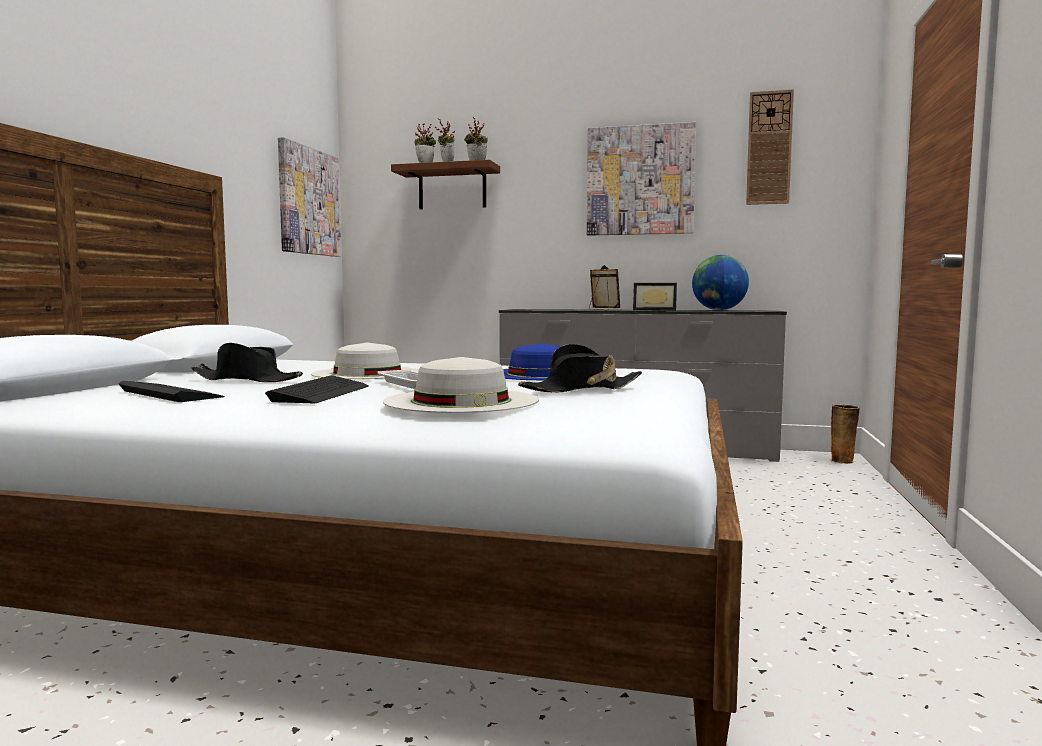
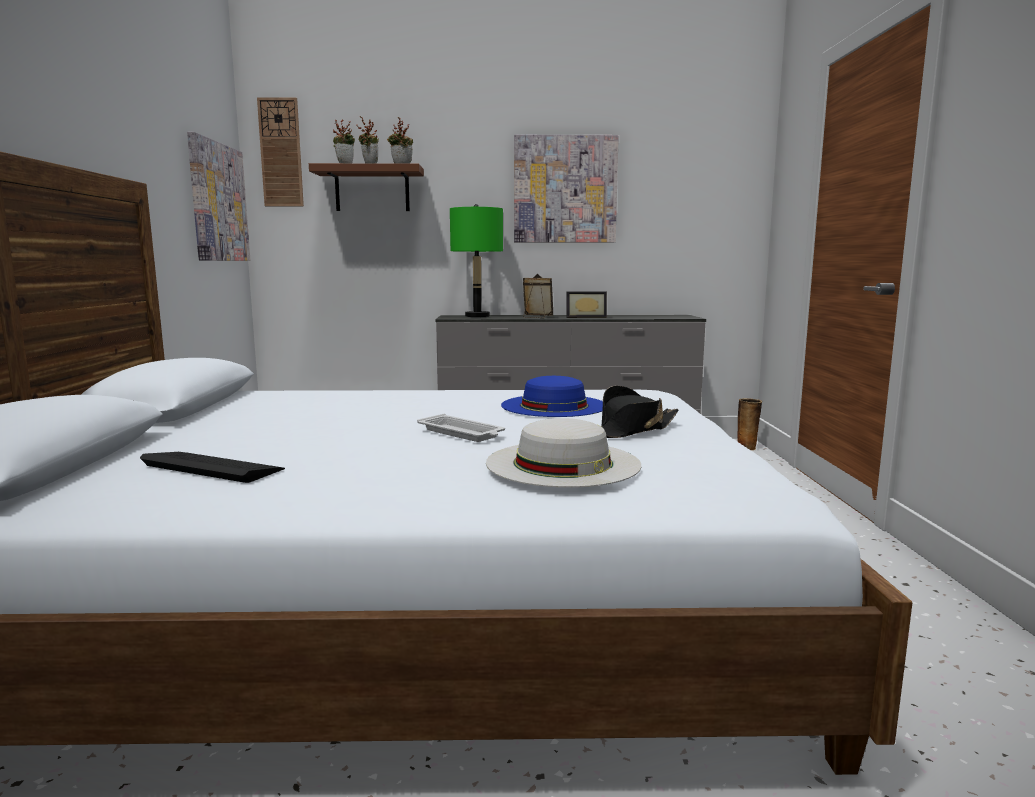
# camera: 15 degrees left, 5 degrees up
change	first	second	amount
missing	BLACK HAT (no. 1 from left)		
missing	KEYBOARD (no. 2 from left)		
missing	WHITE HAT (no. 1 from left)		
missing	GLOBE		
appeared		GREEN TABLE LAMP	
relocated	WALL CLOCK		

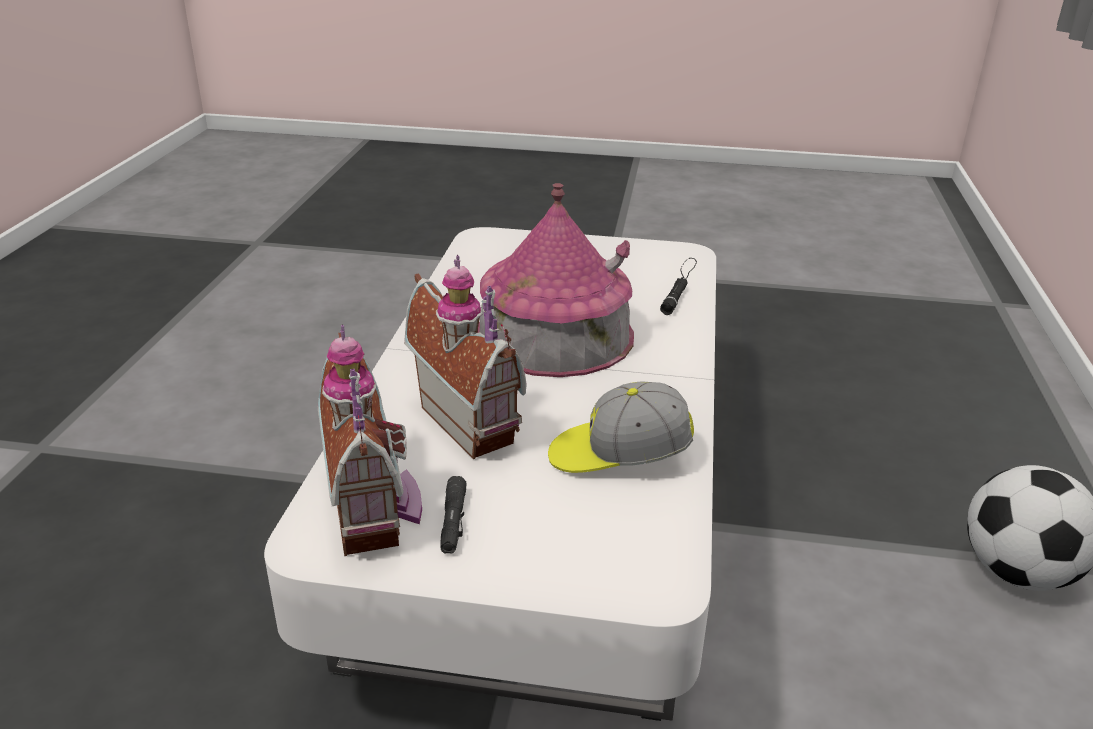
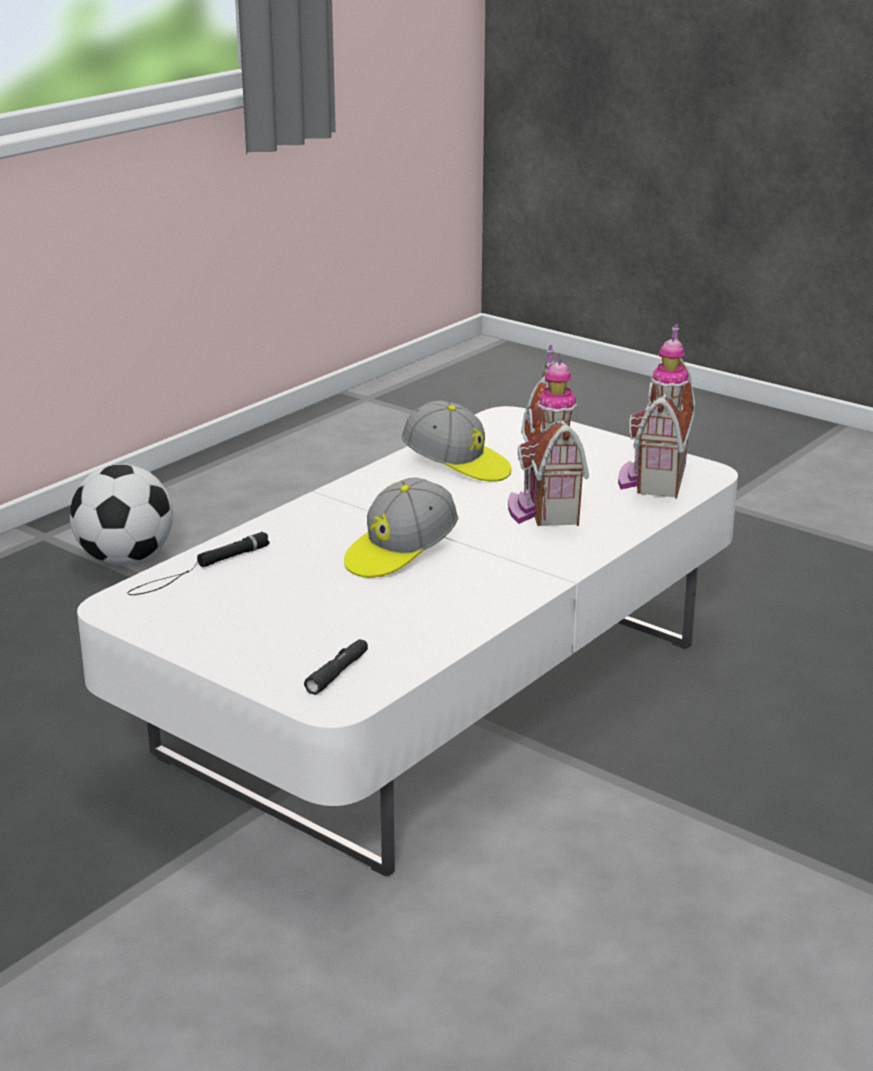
# camera: 150 degrees left, 5 degrees down
change	first	second	amount
relocated	BLACK FLASHLIGHT (no. 1 from left in the first image)	BLACK FLASHLIGHT (no. 2 from left)	
exchanged	TOY HOUSE (no. 3 from left)	CAP (no. 1 from left)	

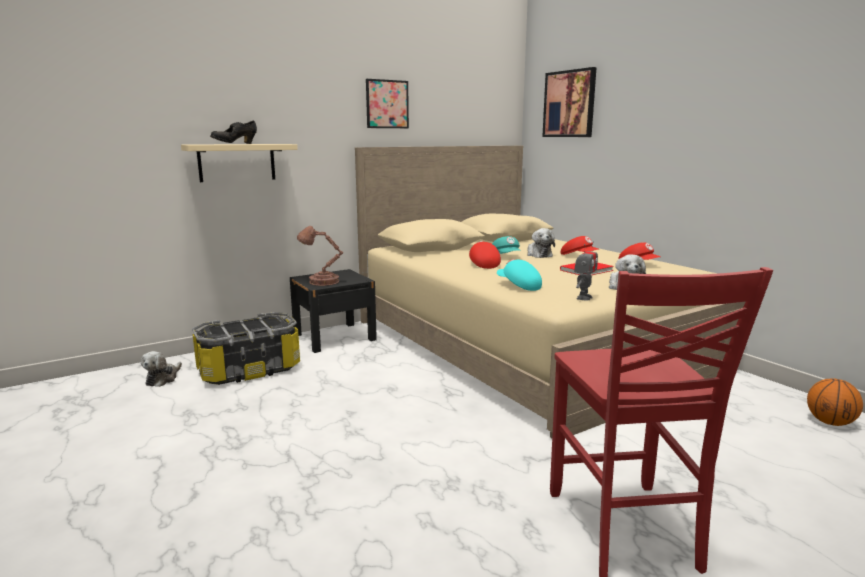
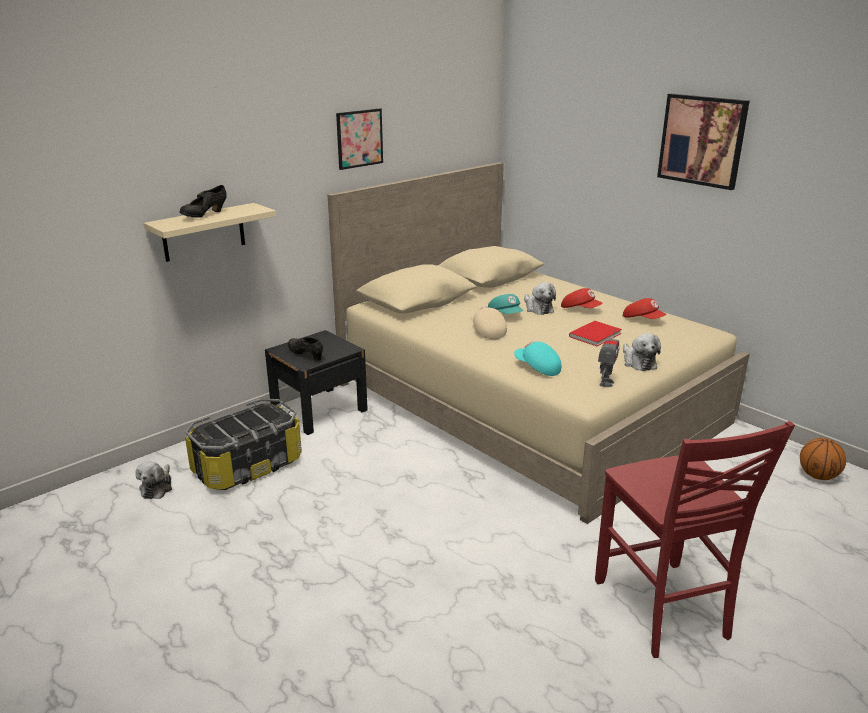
# camera: 10 degrees left, 10 degrees up
change	first	second	amount
relocated	PICTURE (no. 2 from left)		
exchanged	BROWN TABLE LAMP	BLACK SHOE (no. 2 from left)	
colour	RED CAP (no. 1 from left)	BEIGE CAP	

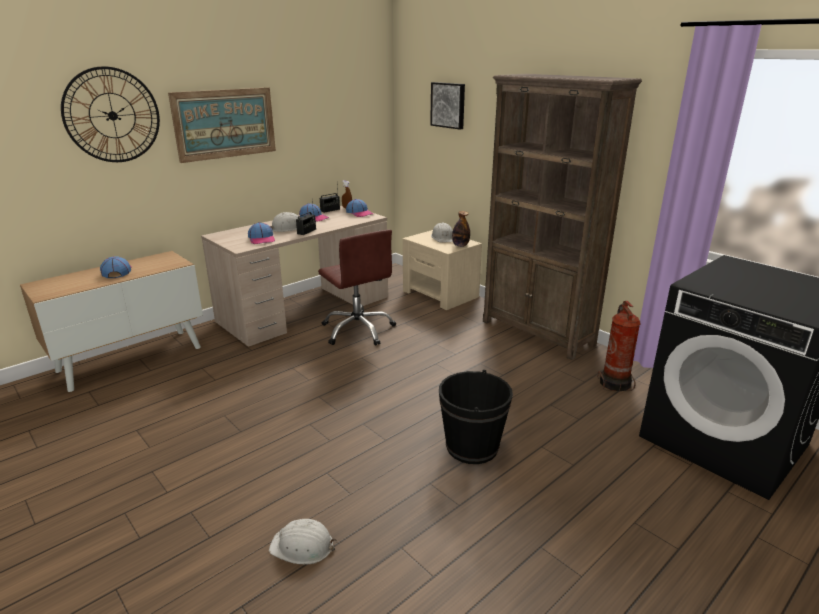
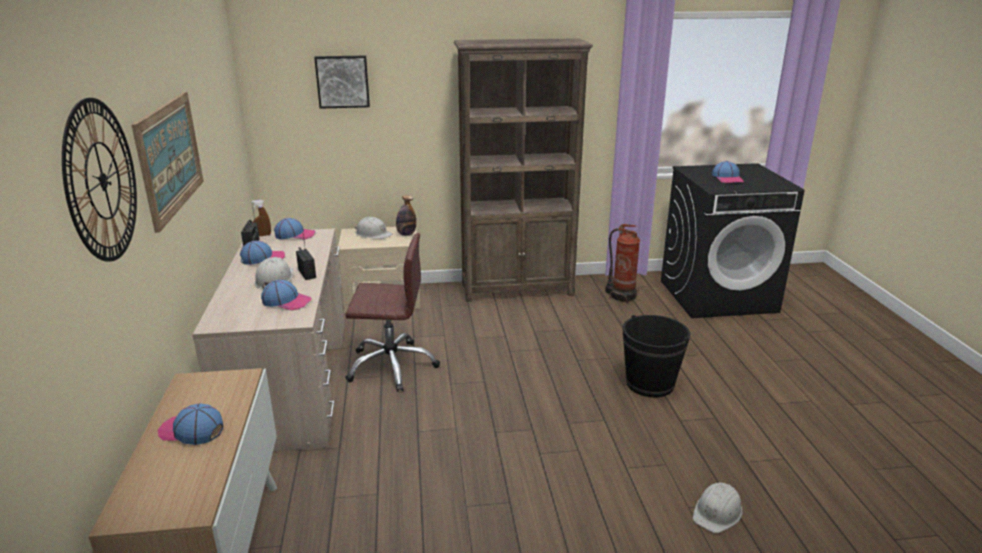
# camera: 55 degrees left, 0 degrees up
change	first	second	amount
appeared		CAP (no. 5 from left)	

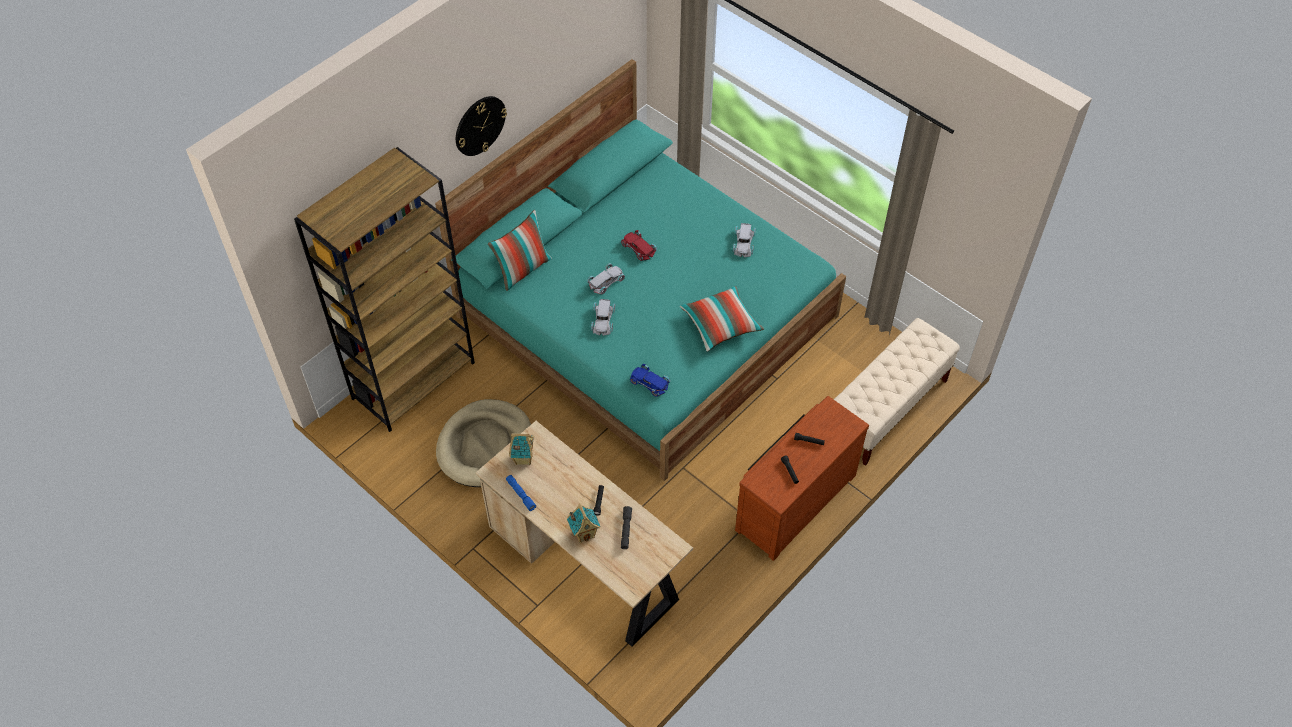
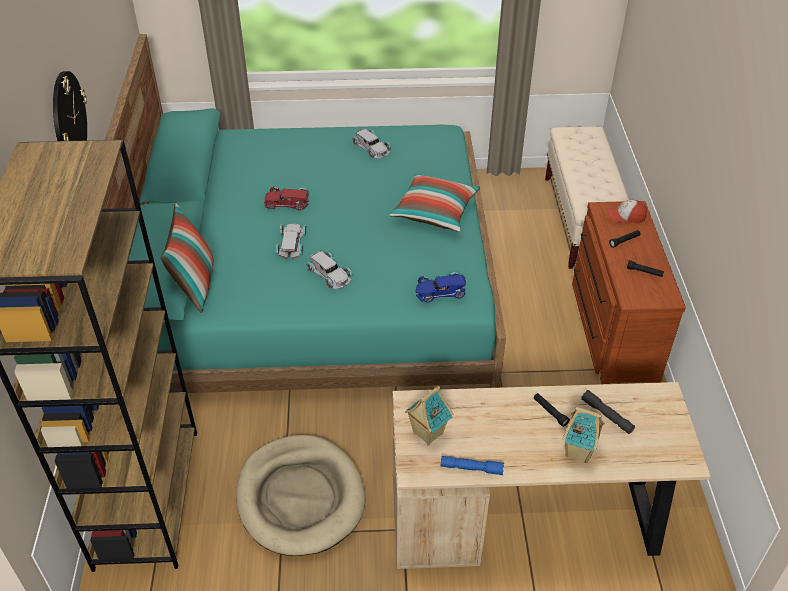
# camera: 45 degrees left, 10 degrees down
change	first	second	amount
appeared		CAP	

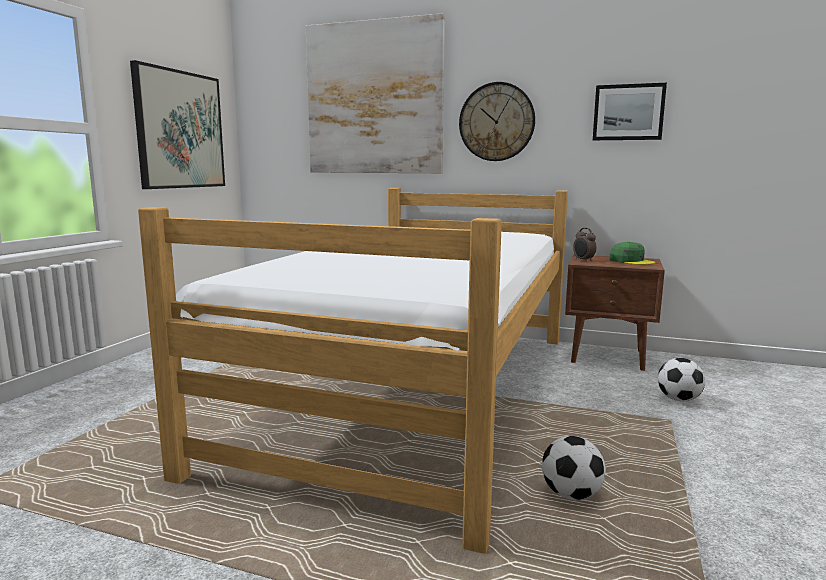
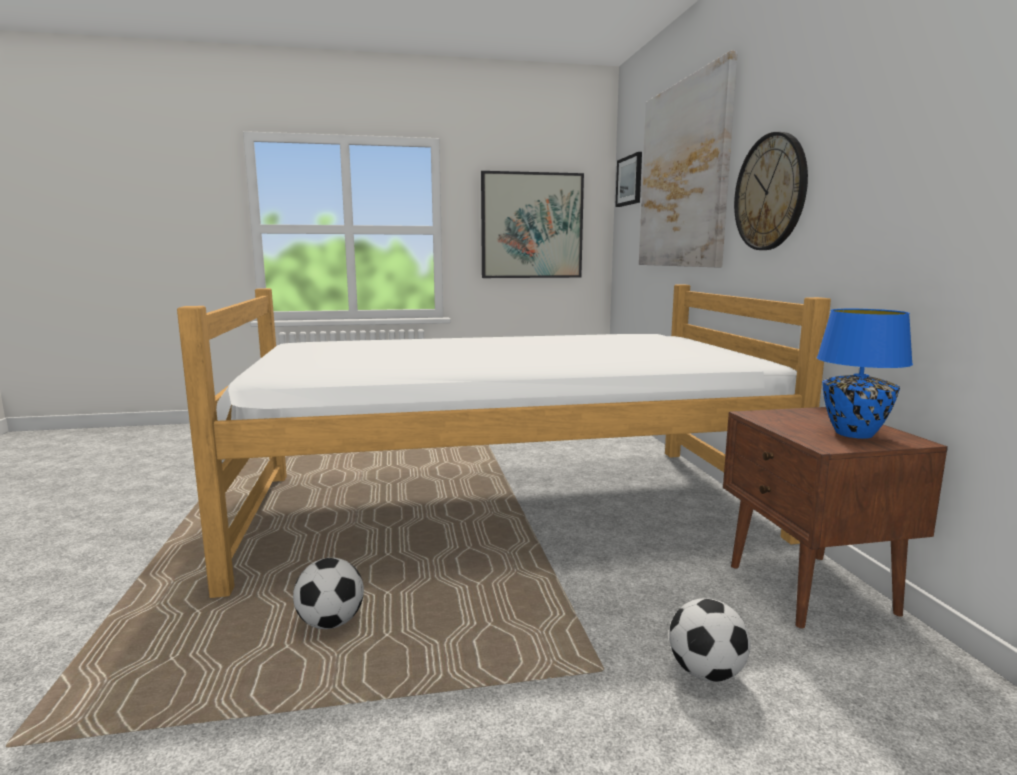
# camera: 60 degrees right, 0 degrees up
change	first	second	amount
missing	ALARM CLOCK		
relocated	PICTURE (no. 3 from left in the first image)	PICTURE (no. 2 from left)	
exchanged	GREEN CAP	BLUE TABLE LAMP	

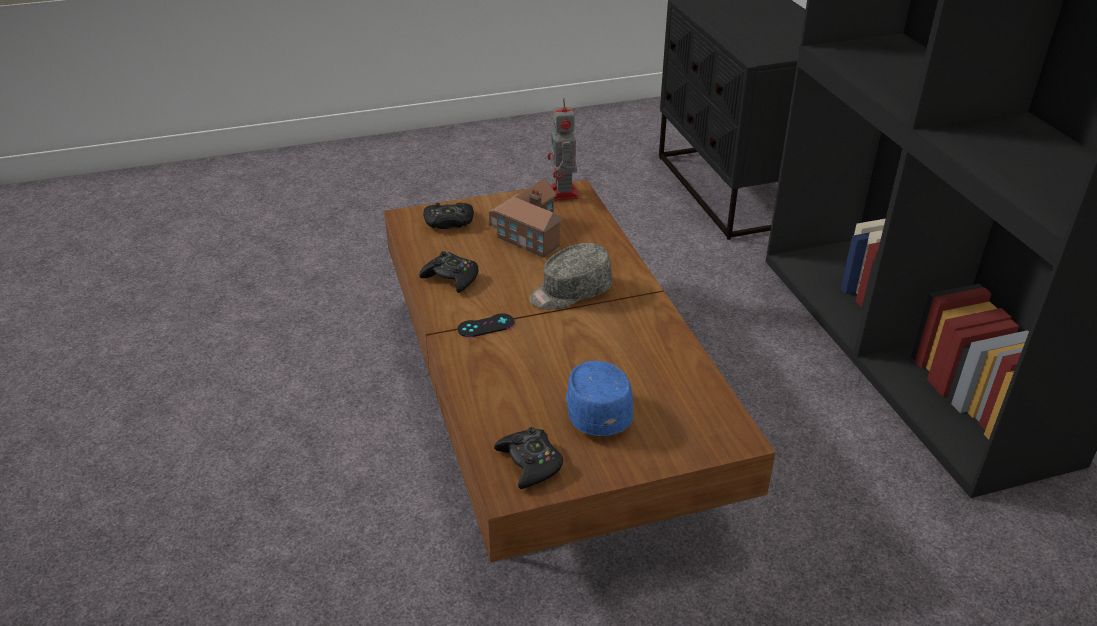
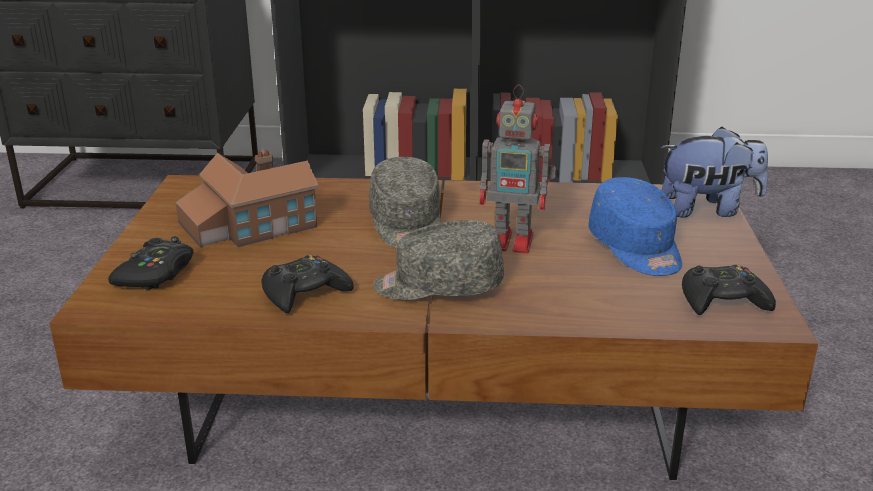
# camera: 70 degrees left, 10 degrees down
change	first	second	amount
appeared		PLUSH TOY	
relocated	TOY ROBOT		
exchanged	BLACK GAME CONTROLLER (no. 3 from left)	GREY CAP (no. 2 from left)	
spun	BLUE CAP		120 degrees counterclockwise

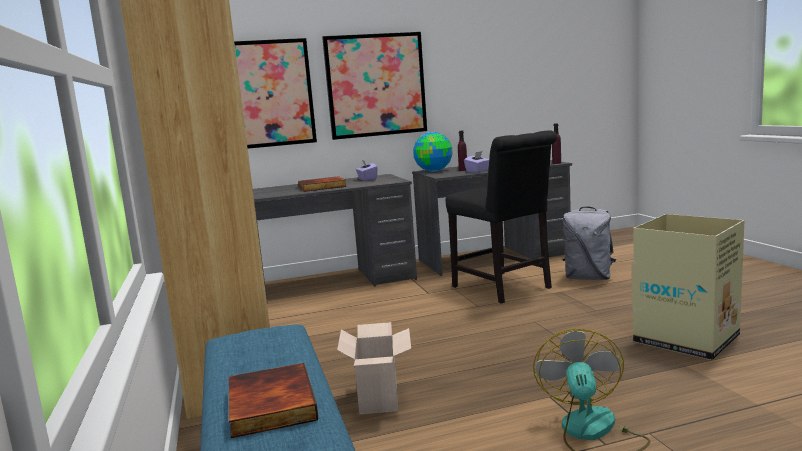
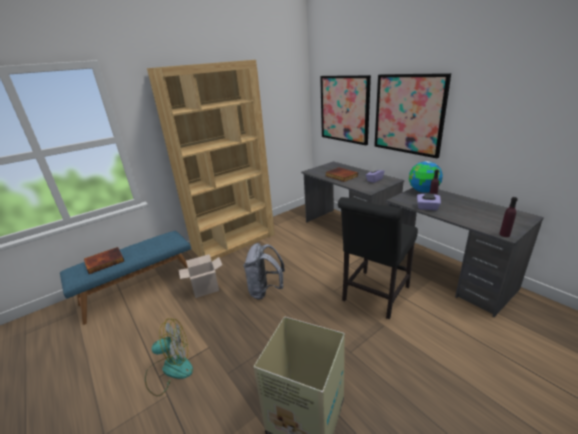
# camera: 70 degrees right, 15 degrees up
change	first	second	amount
relocated	GREY BACKPACK		

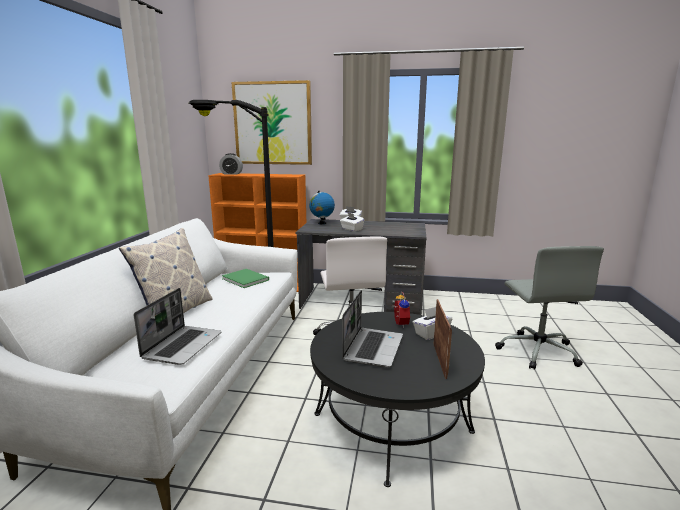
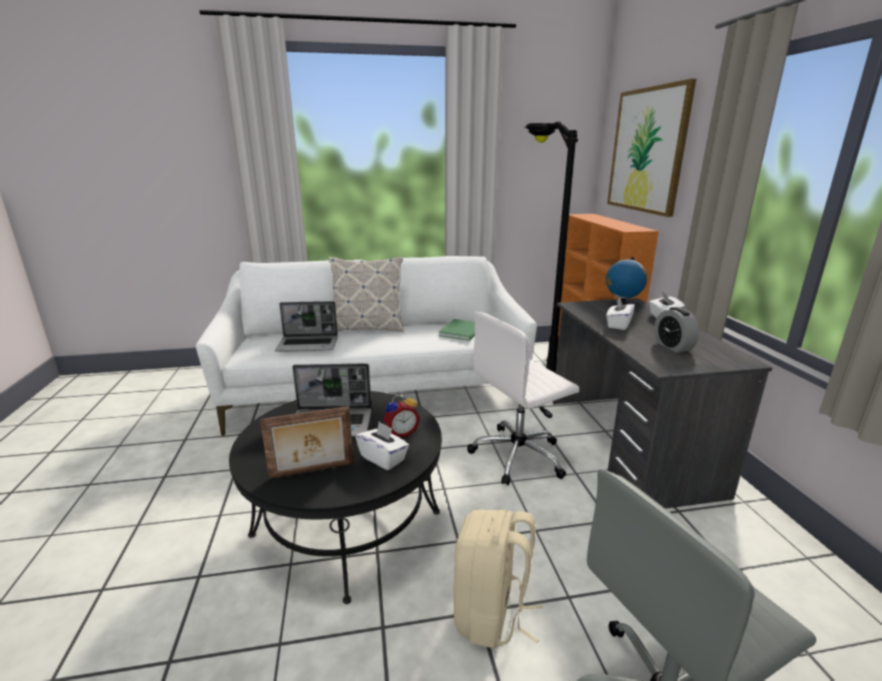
# camera: 70 degrees right, 5 degrees up
change	first	second	amount
appeared		BEIGE BACKPACK	
relocated	ALARM CLOCK (no. 1 from left in the first image)	ALARM CLOCK (no. 2 from left)	

